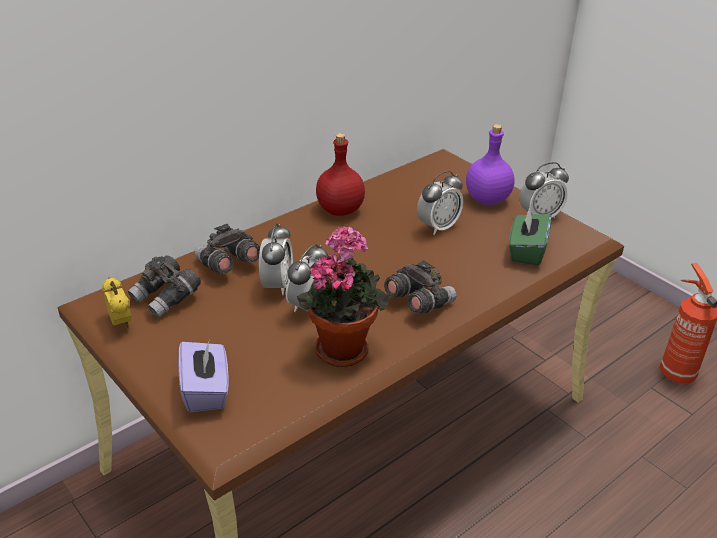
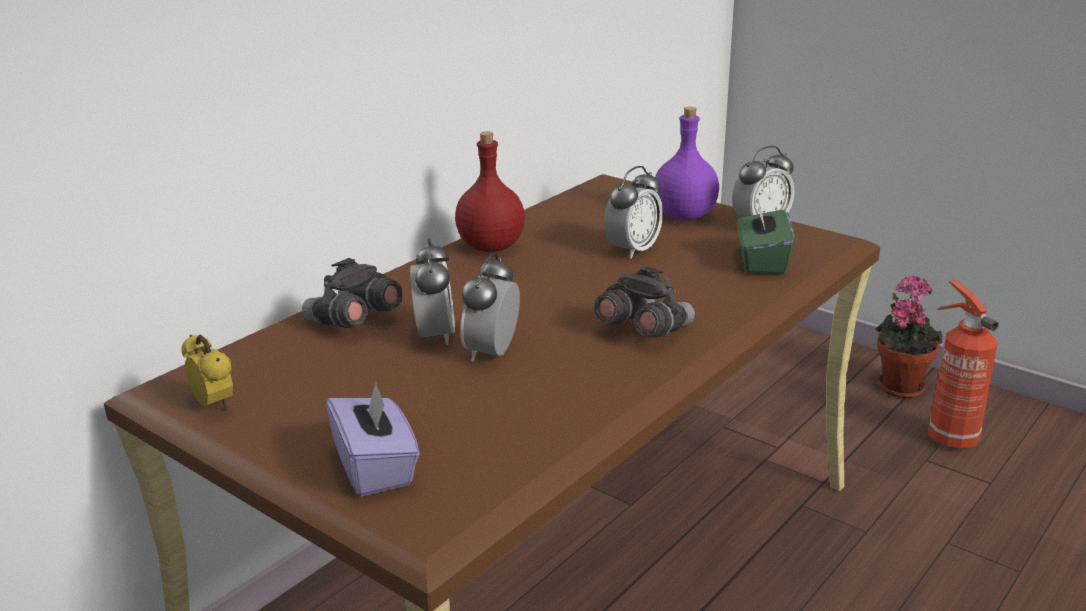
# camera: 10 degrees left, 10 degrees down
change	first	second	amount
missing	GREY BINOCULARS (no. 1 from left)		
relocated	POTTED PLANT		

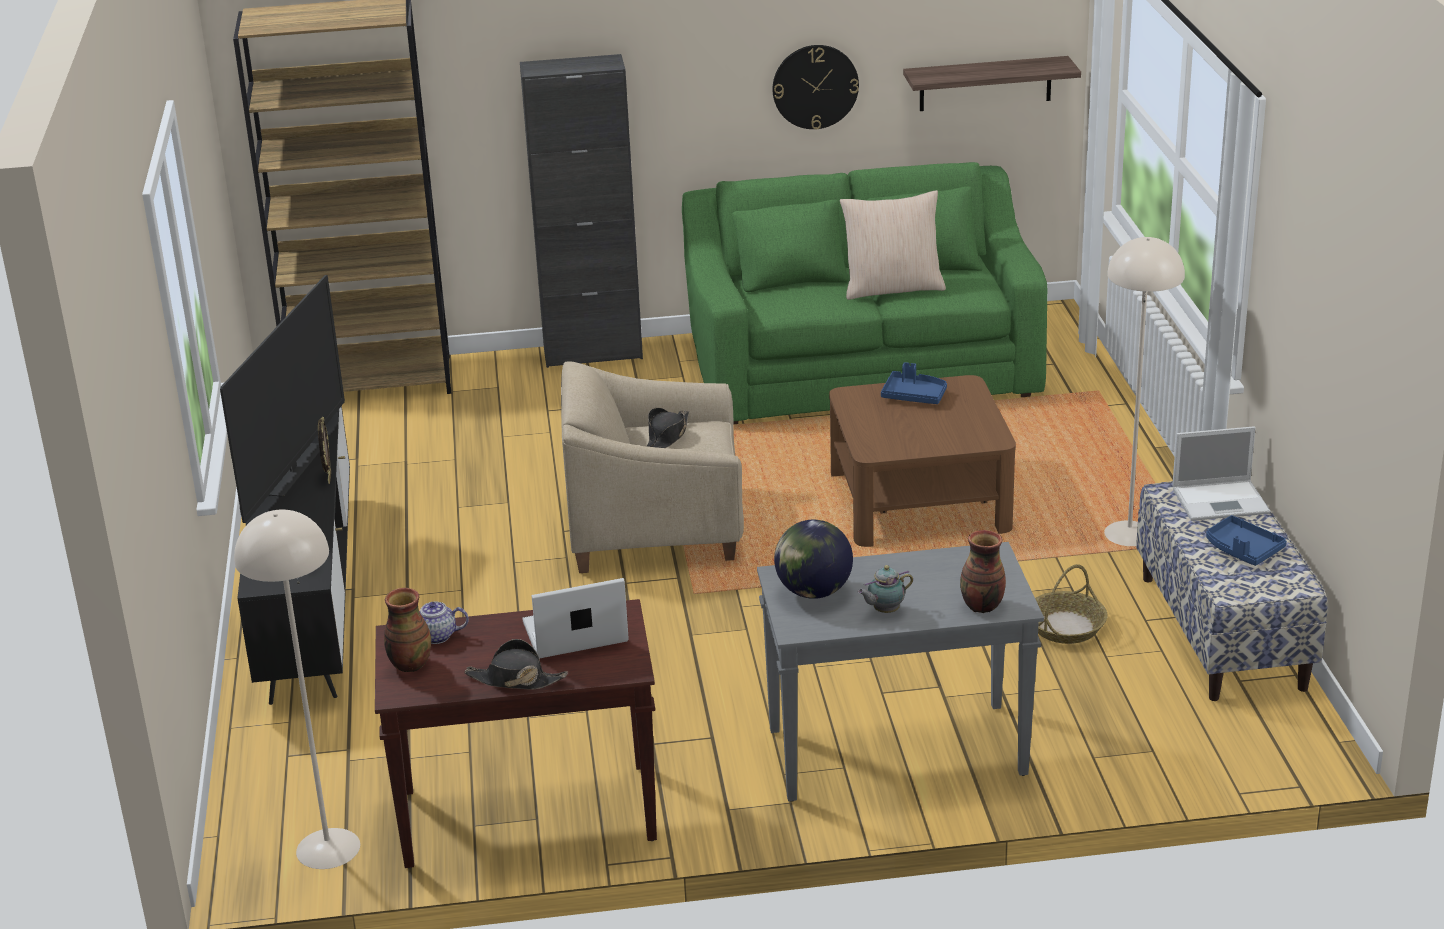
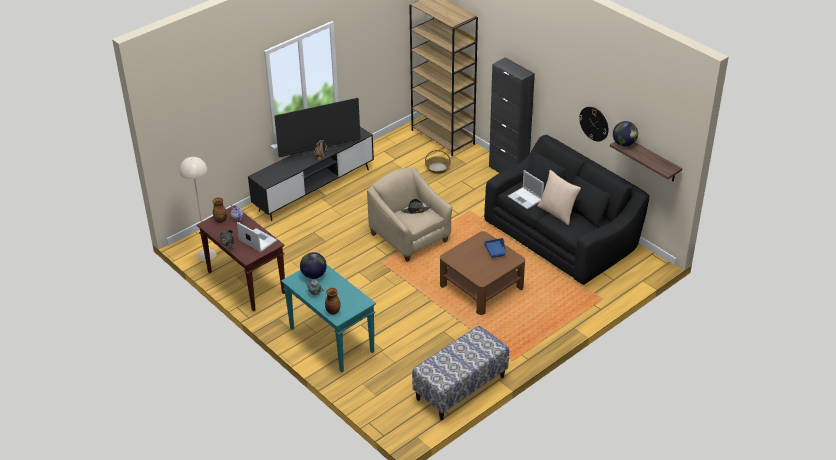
# camera: 55 degrees right, 10 degrees up
change	first	second	amount
missing	BEIGE FLOOR LAMP (no. 2 from left)		
missing	BLUE TRAY (no. 2 from left)		
appeared		GLOBE (no. 2 from left)	
relocated	BASKET		
relocated	LAPTOP (no. 2 from left)		
colour	GREEN SOFA	BLACK SOFA	
colour	GREY CONSOLE TABLE	TURQUOISE CONSOLE TABLE	

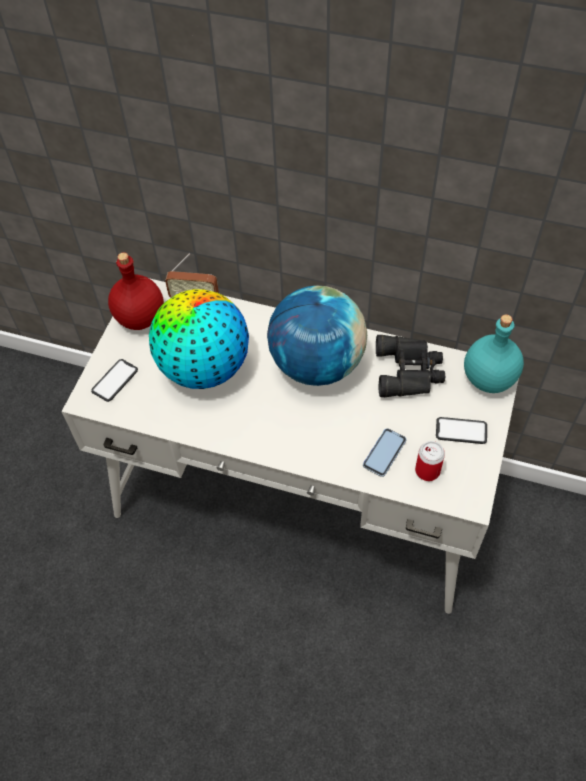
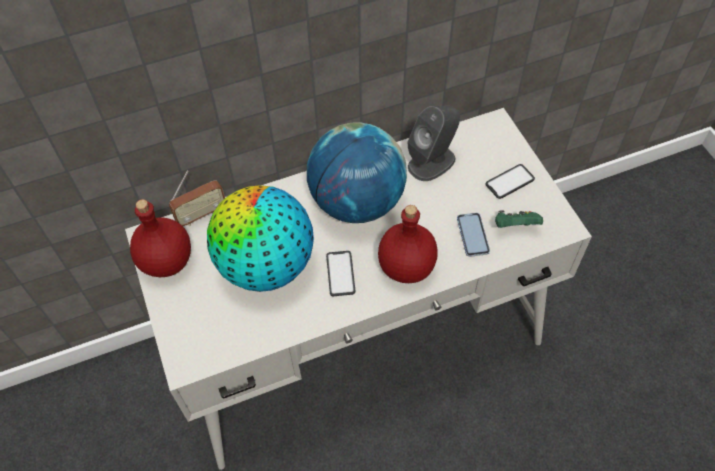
# camera: 40 degrees left, 0 degrees up
change	first	second	amount
missing	TURQUOISE BOTTLE		
appeared		RED BOTTLE (no. 2 from left)	
relocated	PHONE (no. 1 from left)		
exchanged	BLACK BINOCULARS	GREY SPEAKER	
exchanged	CAN	GREEN GAME CONTROLLER	

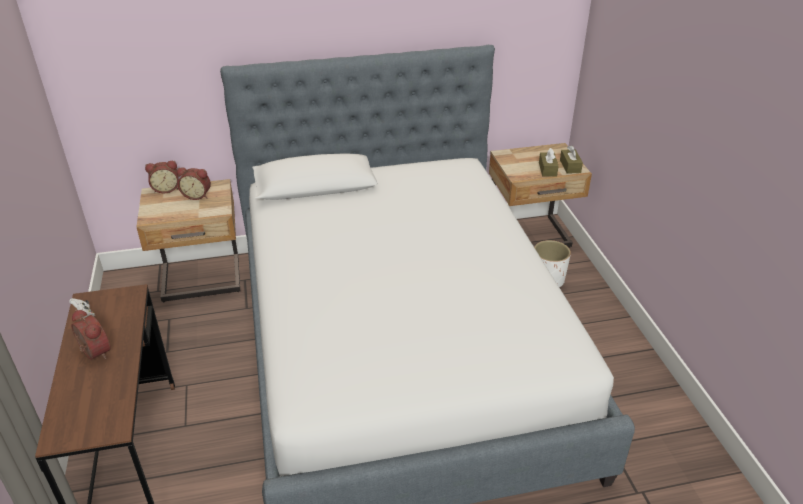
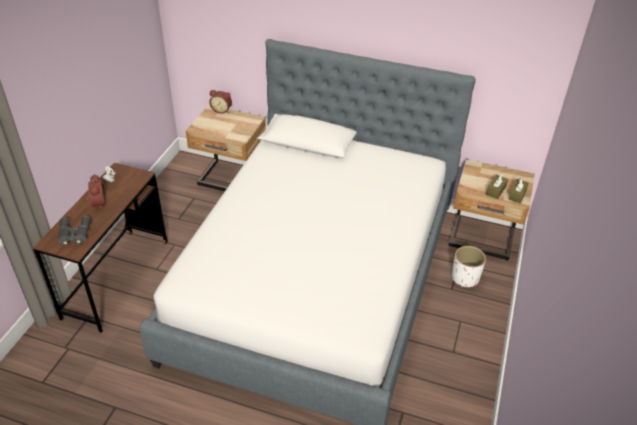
# camera: 30 degrees right, 5 degrees up
change	first	second	amount
missing	ALARM CLOCK (no. 3 from left)		
appeared		GREY BINOCULARS	

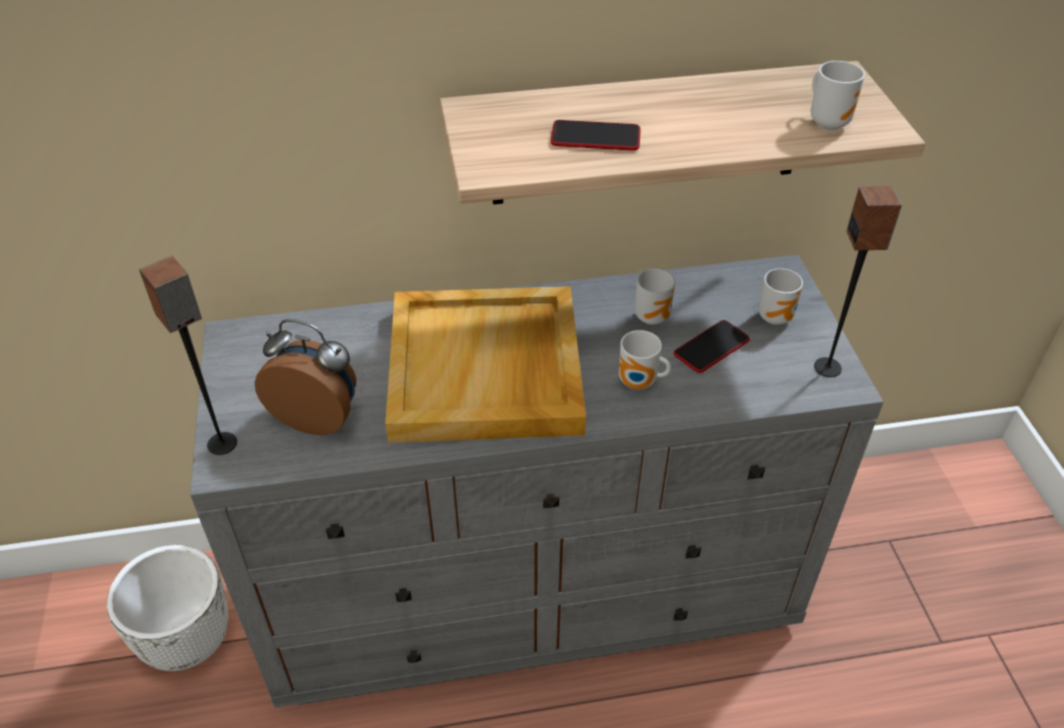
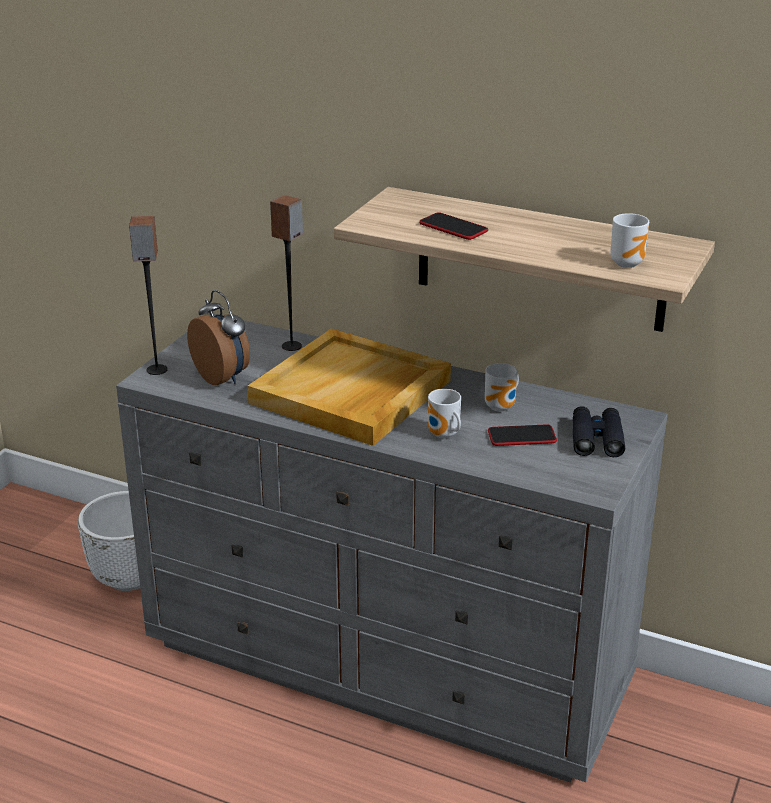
# camera: 35 degrees right, 15 degrees down
change	first	second	amount
relocated	SPEAKER (no. 2 from left)		
exchanged	MUG (no. 3 from left)	BLACK BINOCULARS	

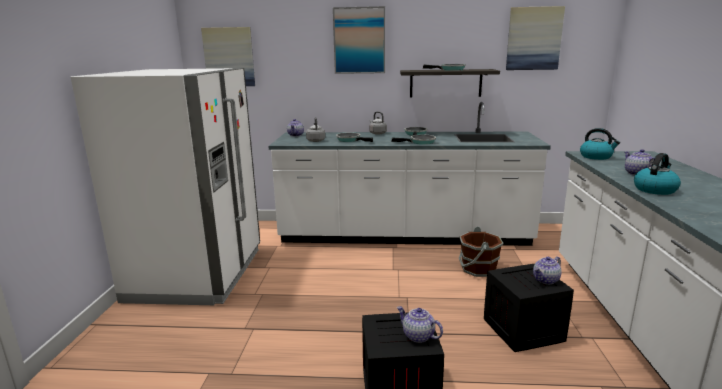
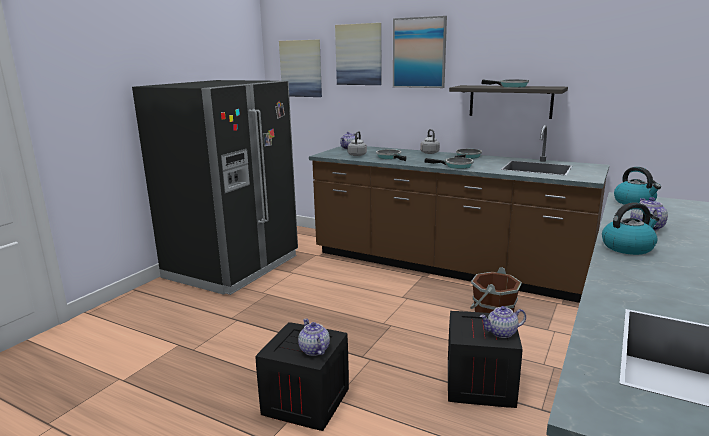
# camera: 25 degrees right, 0 degrees up
change	first	second	amount
relocated	PICTURE (no. 3 from left in the first image)	PICTURE (no. 2 from left)	
colour	WHITE FRIDGE	BLACK FRIDGE	
colour	WHITE COUNTER (no. 1 from left)	BROWN COUNTER	

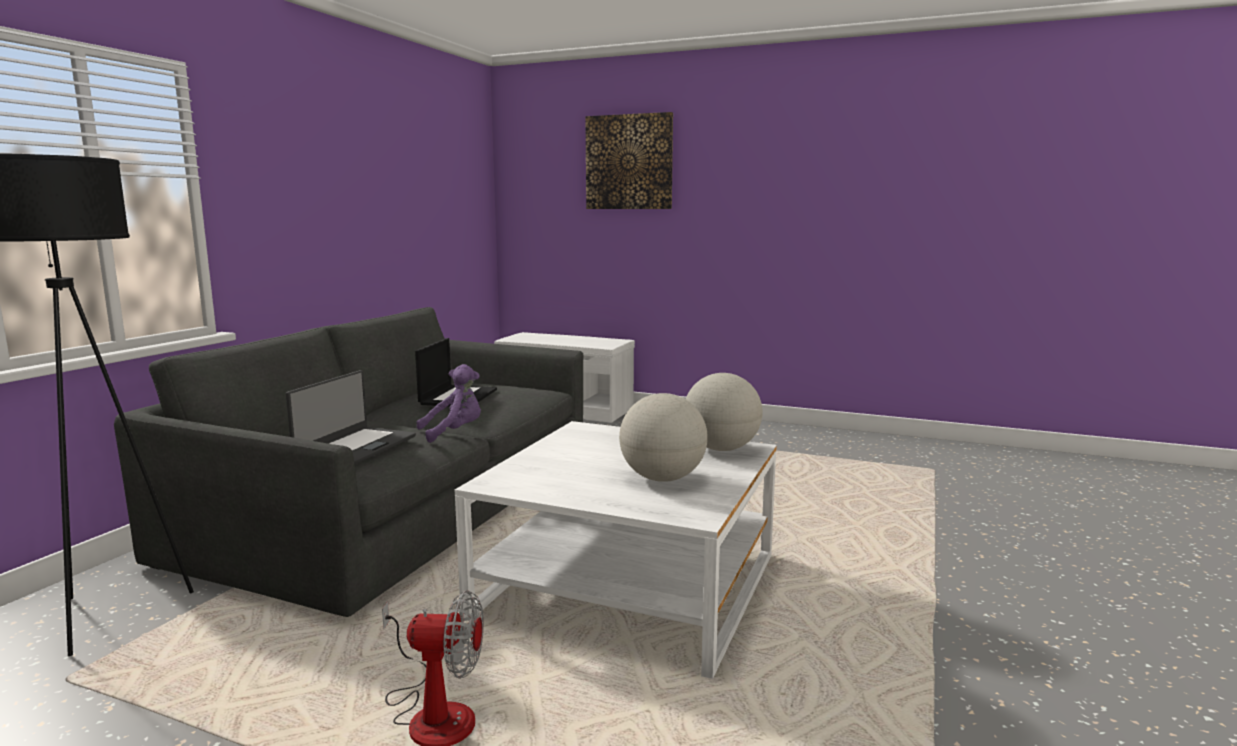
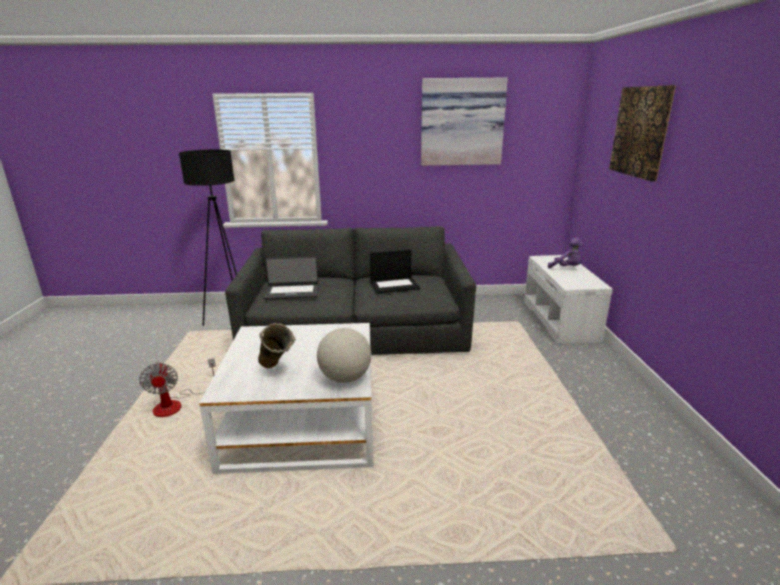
# camera: 65 degrees right, 10 degrees up
change	first	second	amount
appeared		PICTURE (no. 1 from left)	
relocated	PURPLE PLUSH TOY		
exchanged	GLOBE (no. 1 from left)	BEIGE VASE	

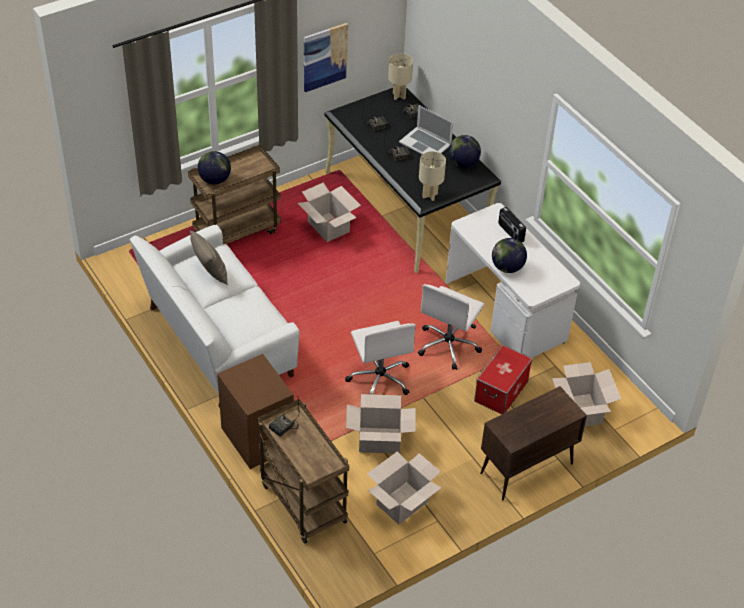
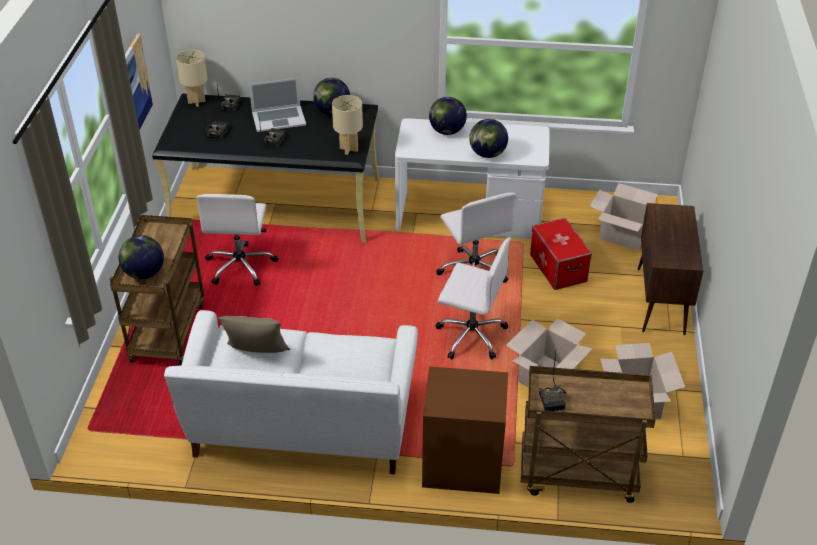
# camera: 50 degrees left, 5 degrees down
change	first	second	amount
exchanged	CARDBOARD BOX (no. 1 from left)	WHITE OFFICE CHAIR (no. 1 from left)	
exchanged	RADIO (no. 5 from left)	GLOBE (no. 3 from left)	

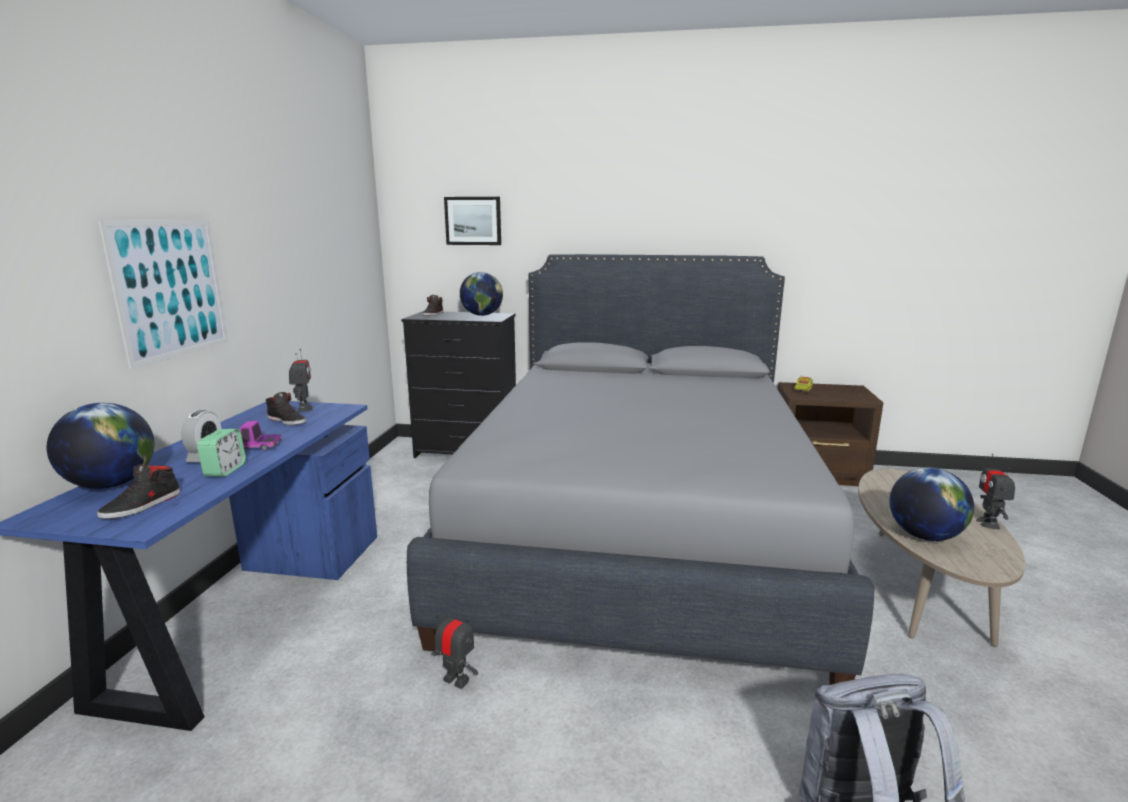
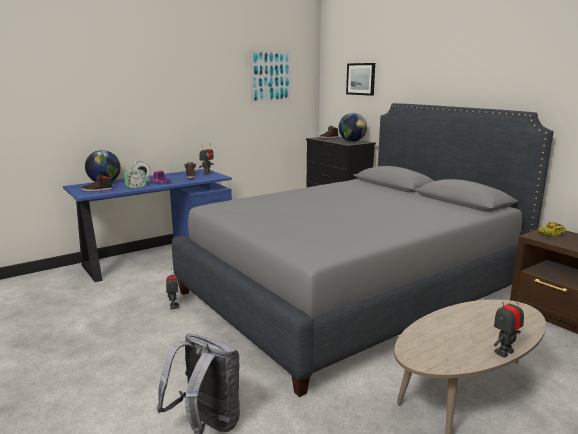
# camera: 45 degrees right, 0 degrees up
change	first	second	amount
missing	GLOBE (no. 3 from left)		
relocated	PICTURE (no. 1 from left)		

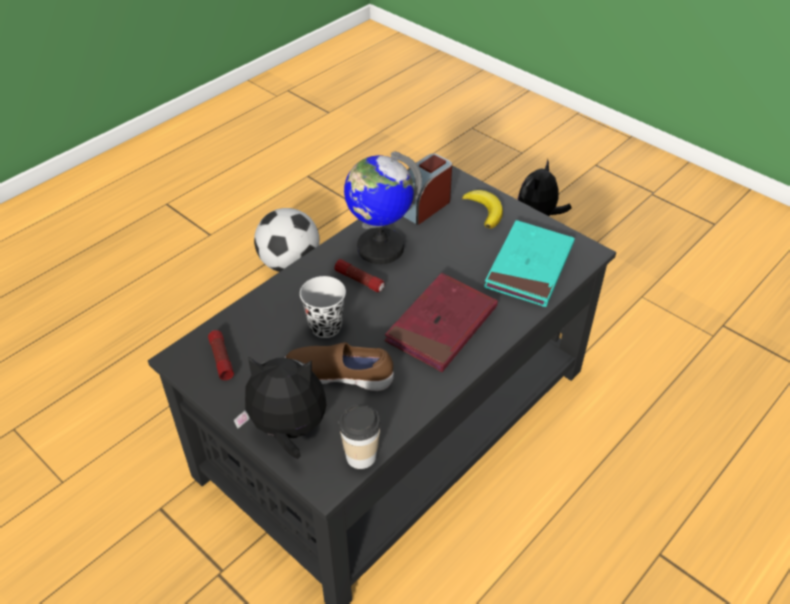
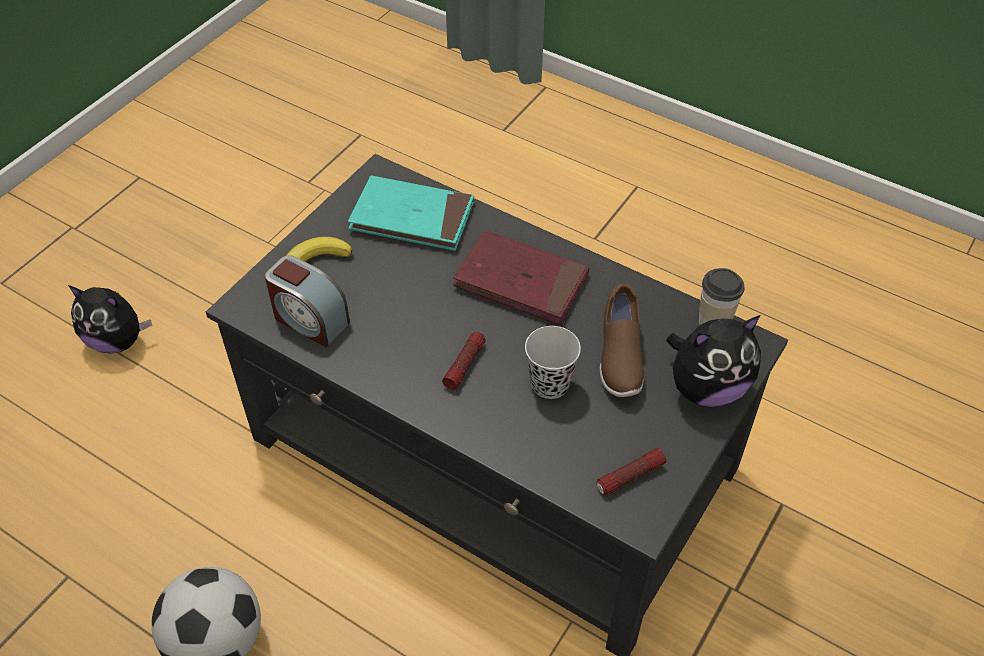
# camera: 100 degrees left, 5 degrees up
change	first	second	amount
missing	GLOBE		
spun	PLUSH TOY (no. 1 from left in the first image)	PLUSH TOY (no. 2 from left)	105 degrees counterclockwise

